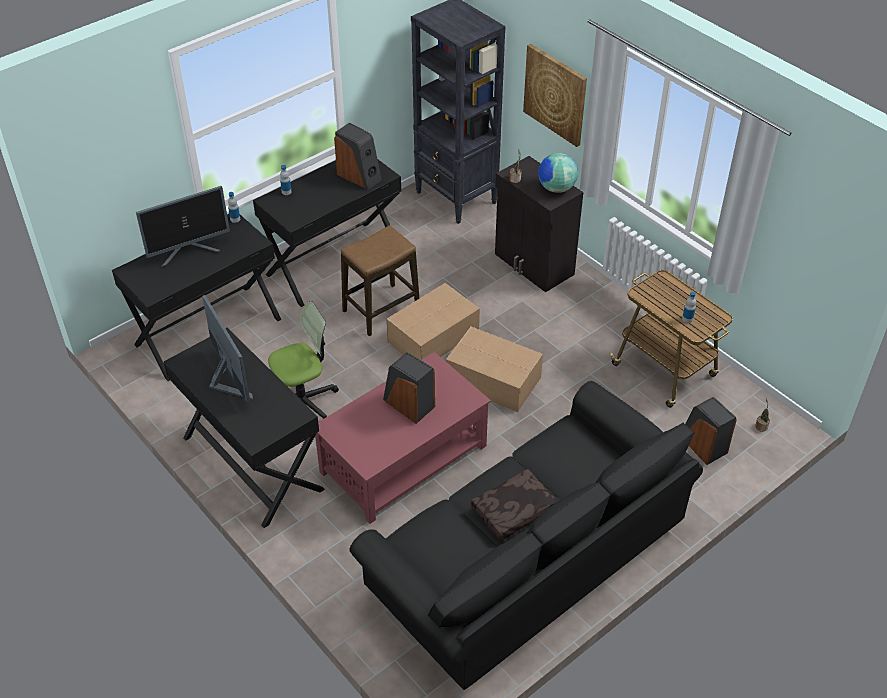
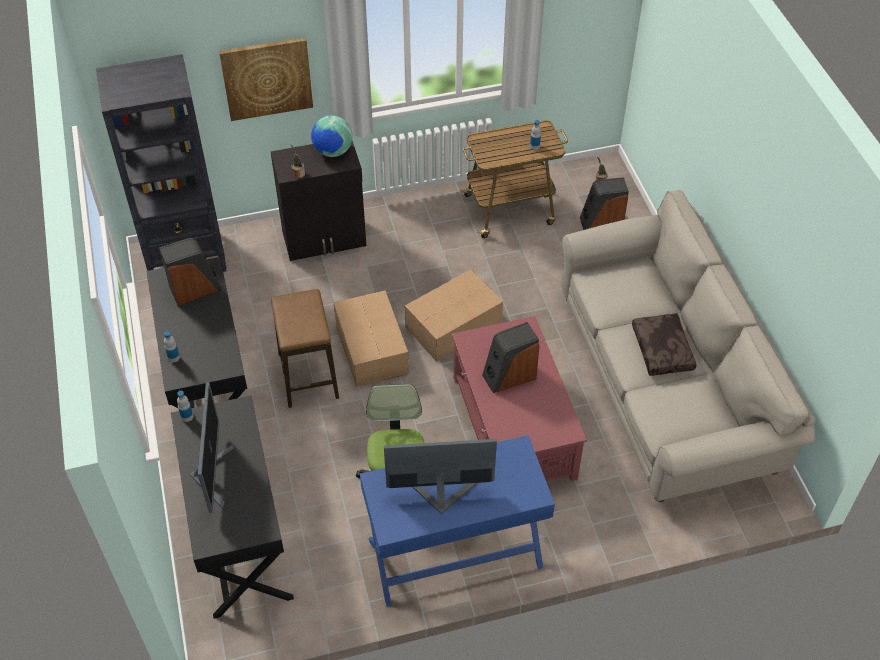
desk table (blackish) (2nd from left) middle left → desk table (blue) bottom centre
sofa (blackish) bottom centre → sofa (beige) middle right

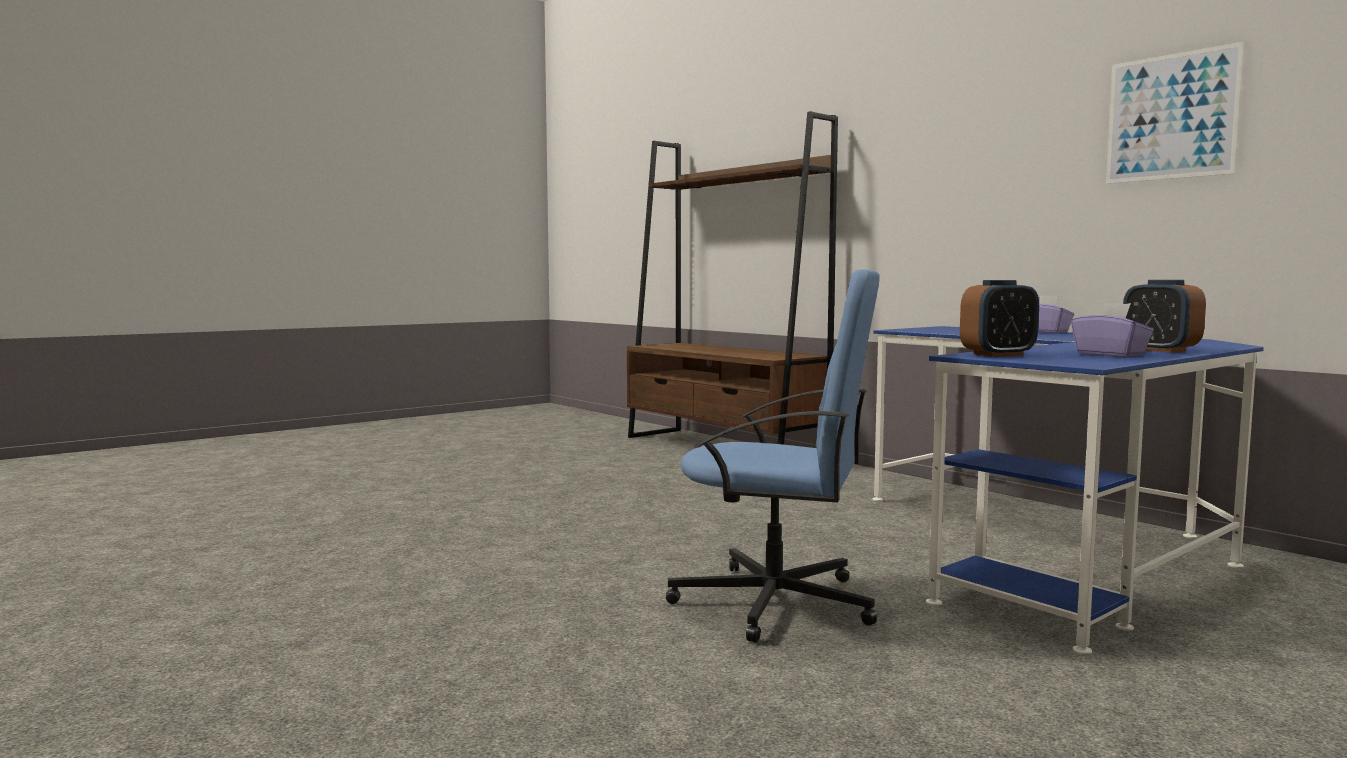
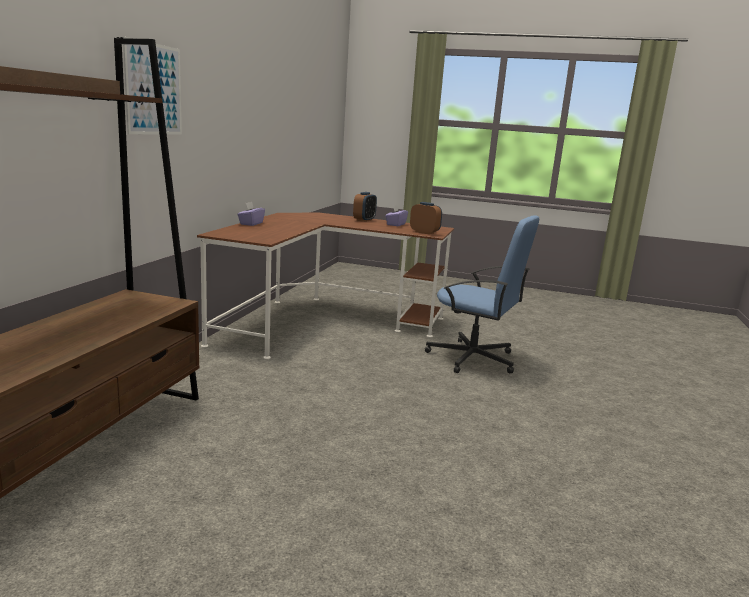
computer chair (blue) centre, 135 degrees clockwise
desk table (blue) middle right → desk table (brown) centre
wall picture top right → wall picture top left, moved

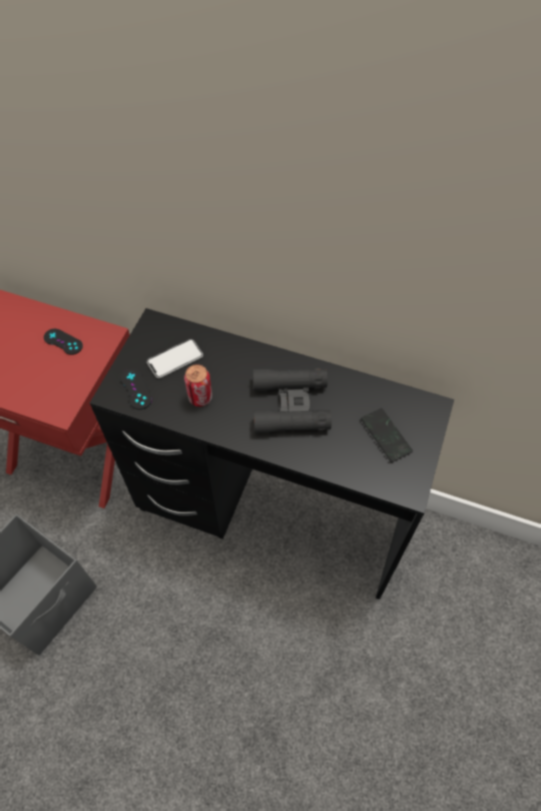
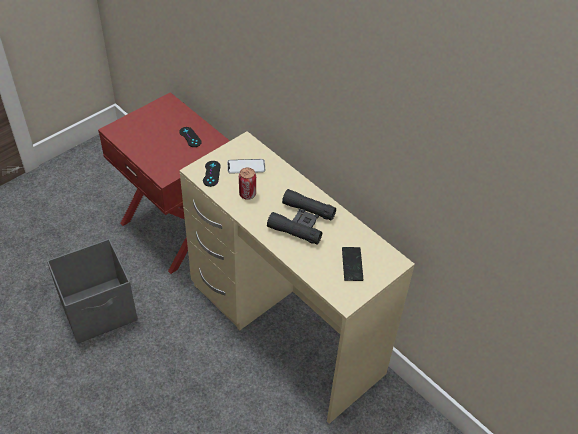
desk table (blackish) centre → desk table (beige) centre

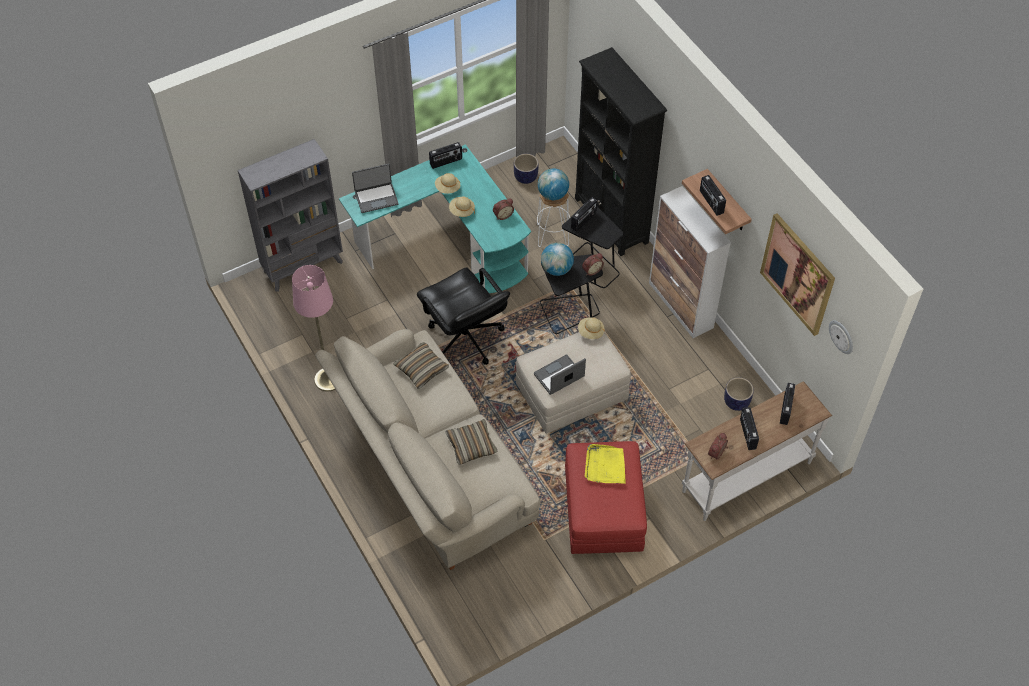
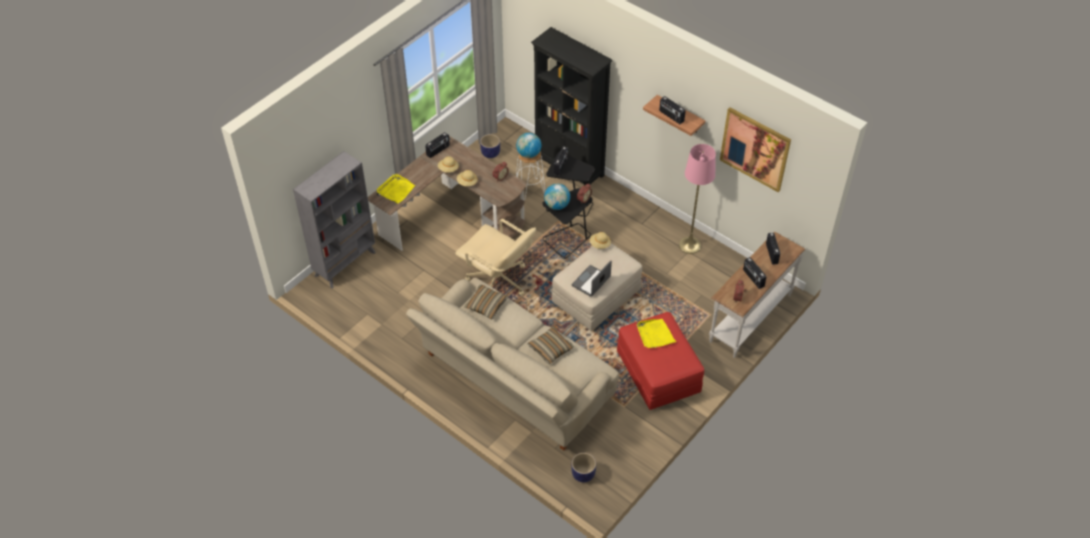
standing lamp (pink-coloured) middle left → standing lamp (pink-coloured) centre, moved
desk table (blue-green) top centre → desk table (brown) centre
portable computer (1st from left) top centre → carrying tray (yellow) (1st from left) centre
computer chair (blackish) centre → computer chair (beige) centre
storage cabinet middle right → -
flower pot (2nd from left) middle right → flower pot (2nd from left) bottom centre, moved
hanging clock middle right → -

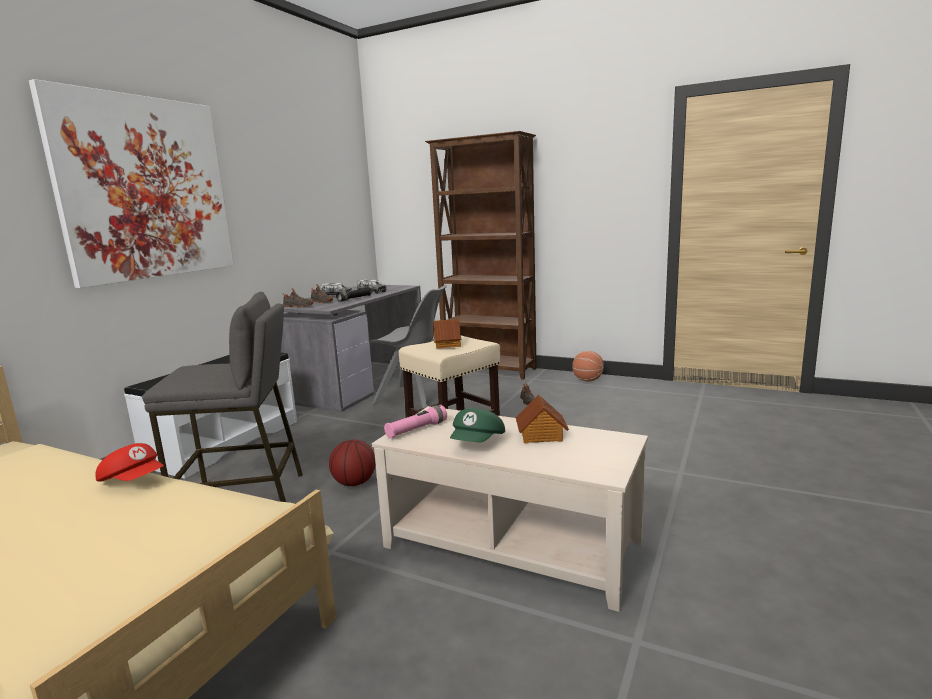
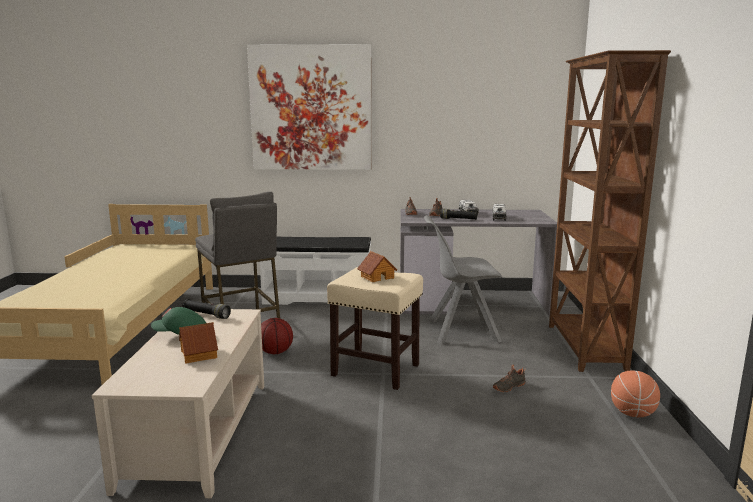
peaked cap (red-coloured) middle left → -
upright chair (gray) centre, 90 degrees clockwise
hand torch (pink-coloured) centre → hand torch (blackish) (1st from left) middle left

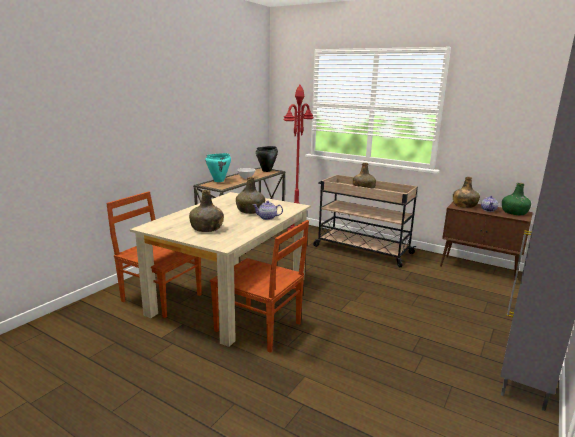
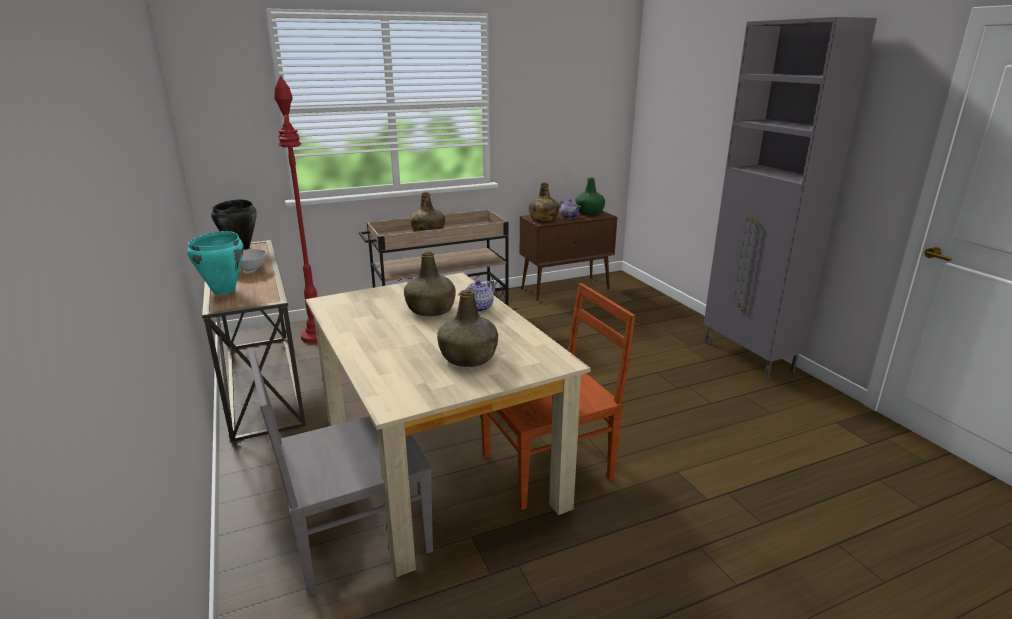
upright chair (brown) (1st from left) middle left → upright chair (gray) bottom centre

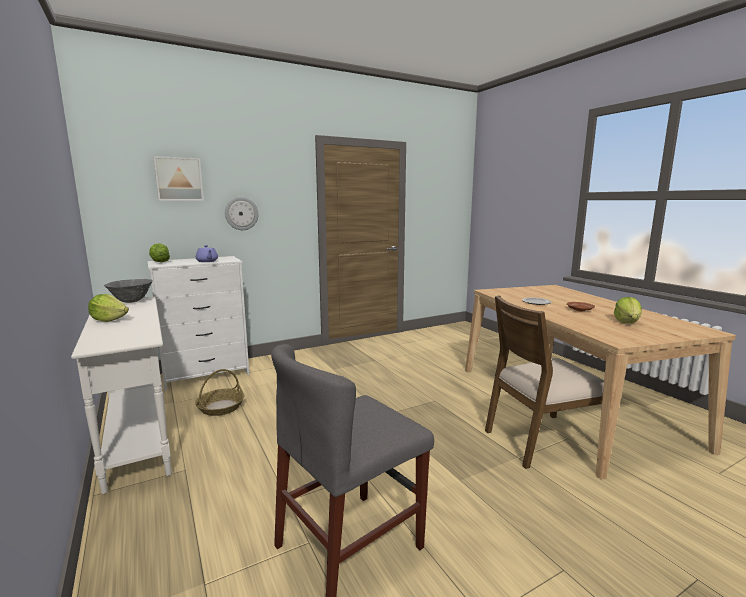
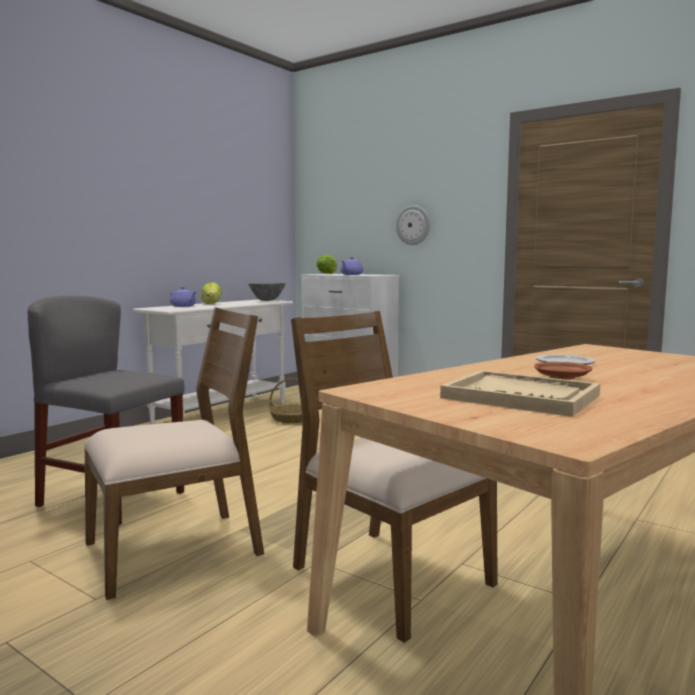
wall picture top left → -
head of lettuce (3rd from left) middle right → carrying tray (beige) middle right
- → upright chair (brown) (1st from left) middle left
- → pot for tea (purplish) (1st from left) middle left

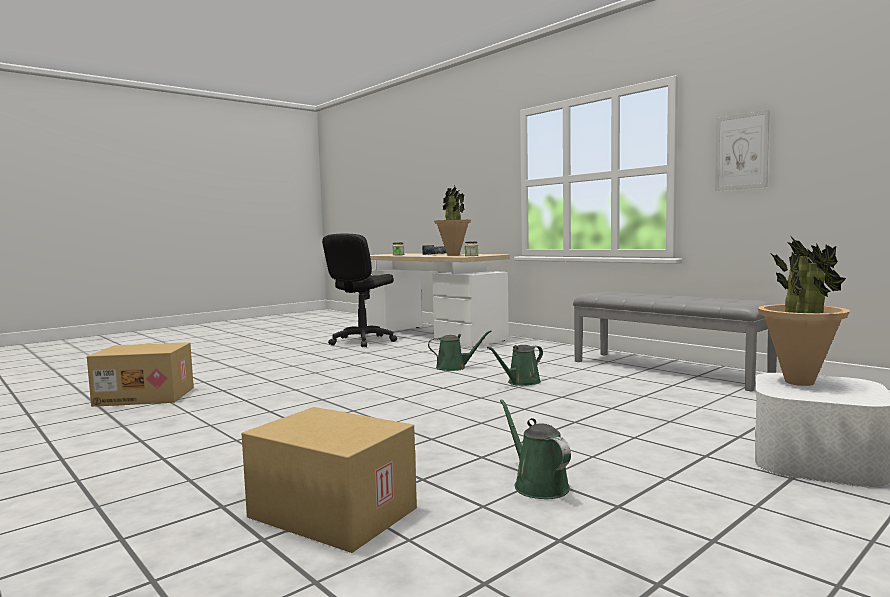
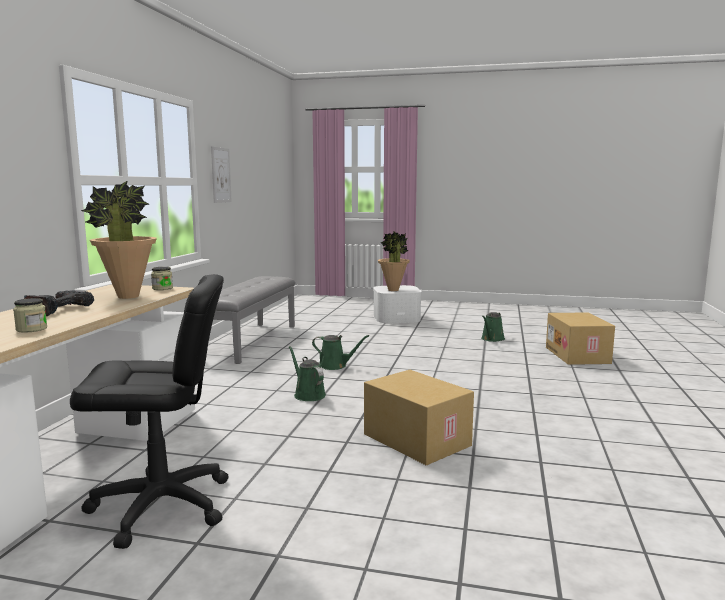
packing box (1st from left) middle left → packing box (1st from left) bottom centre, moved

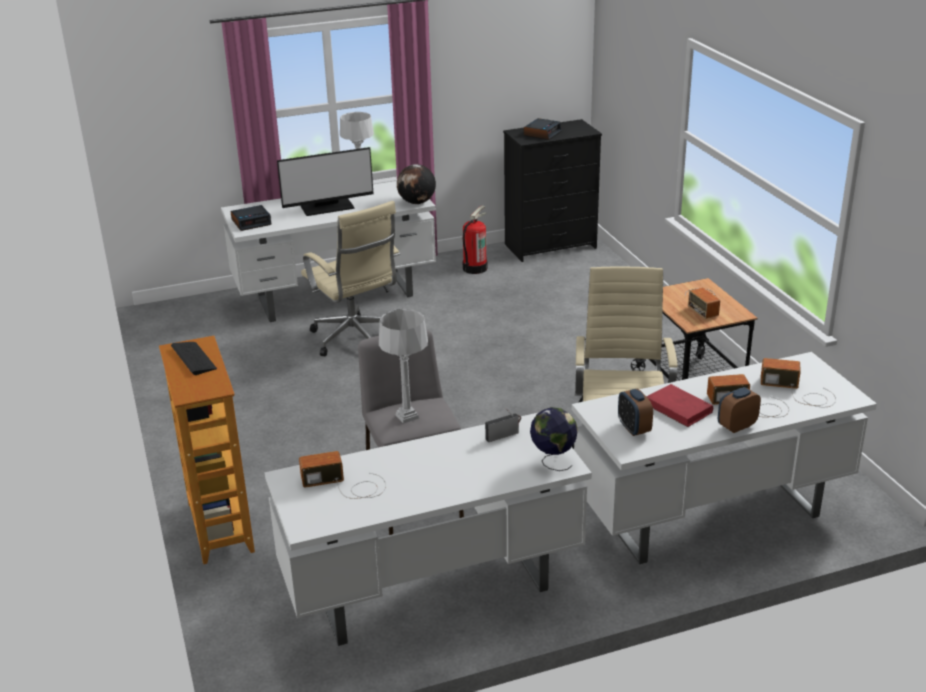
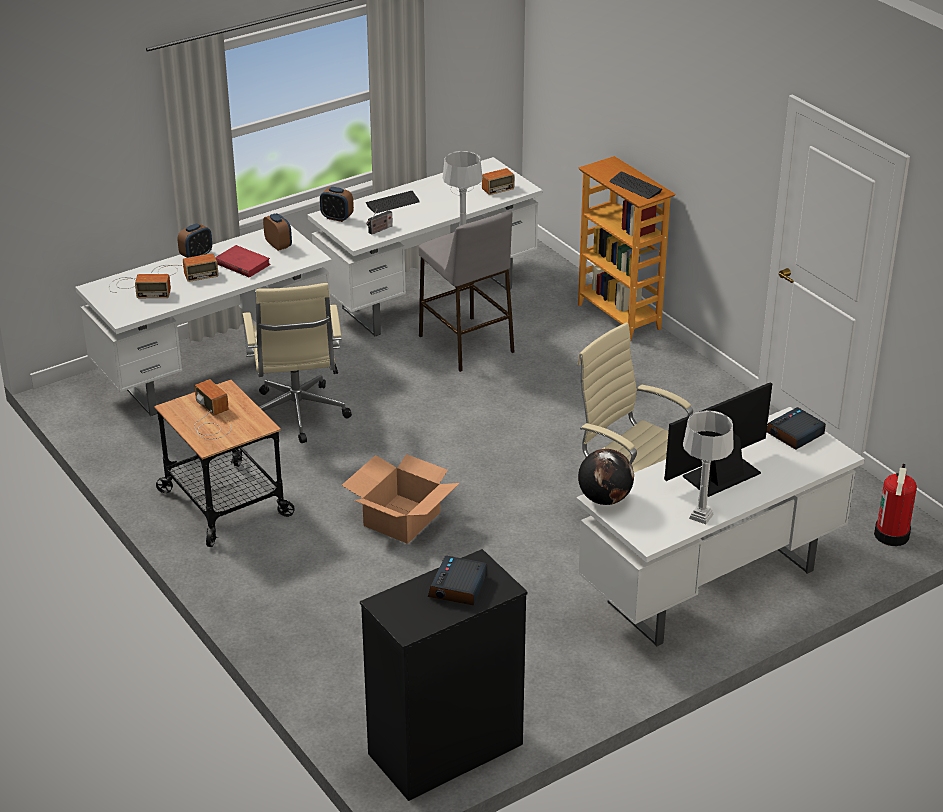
extinguisher centre → extinguisher middle right, moved
globe (2nd from left) centre → table clock (3rd from left) top centre
- → packing box centre
- → keyboard (1st from left) top centre

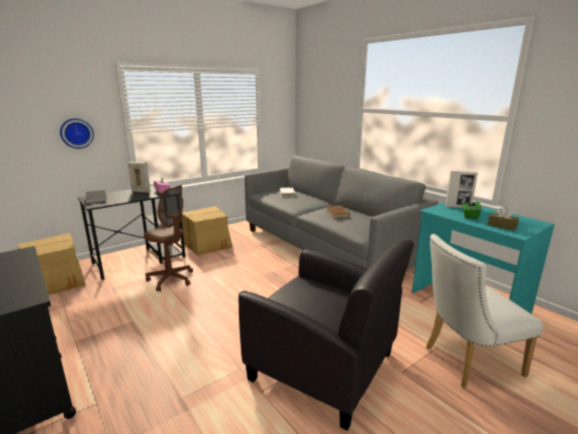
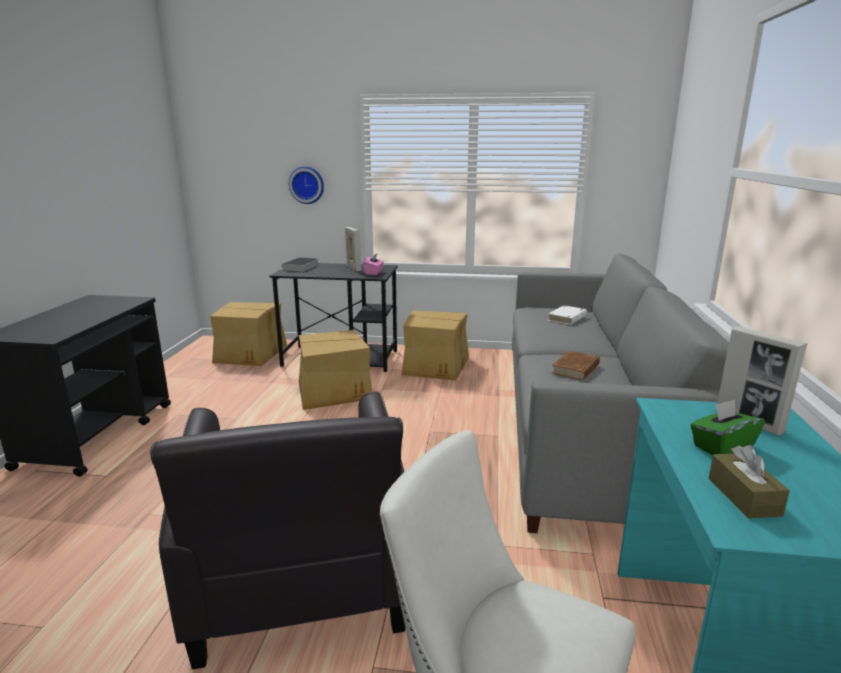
computer chair (brown) middle left → packing box (2nd from left) centre

